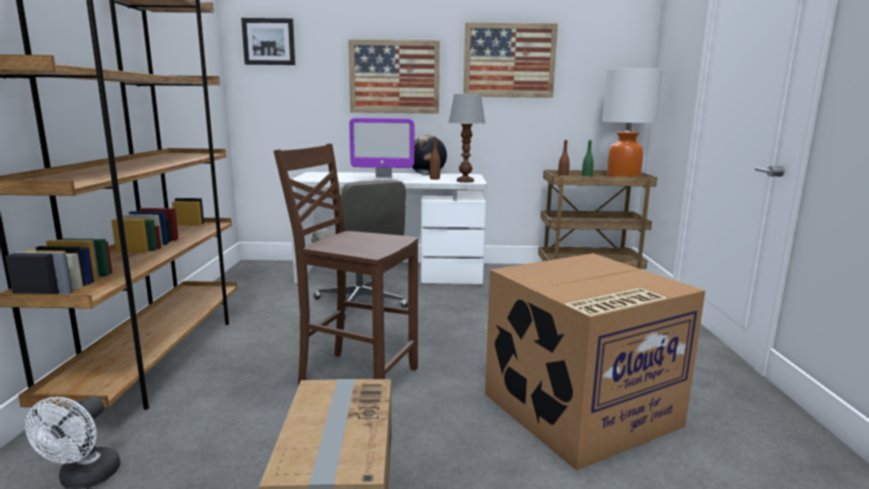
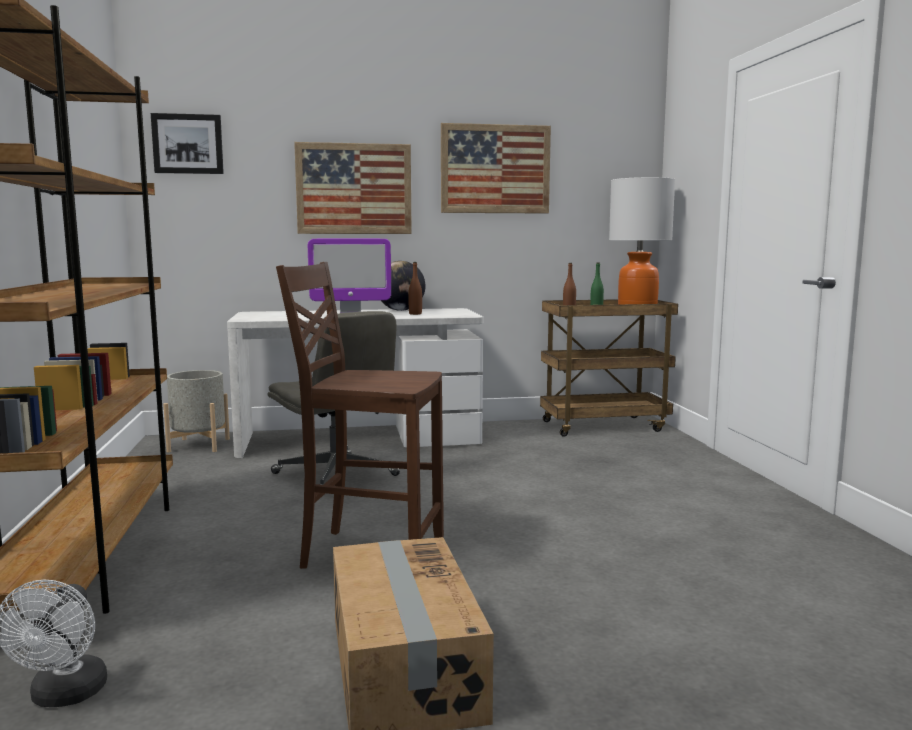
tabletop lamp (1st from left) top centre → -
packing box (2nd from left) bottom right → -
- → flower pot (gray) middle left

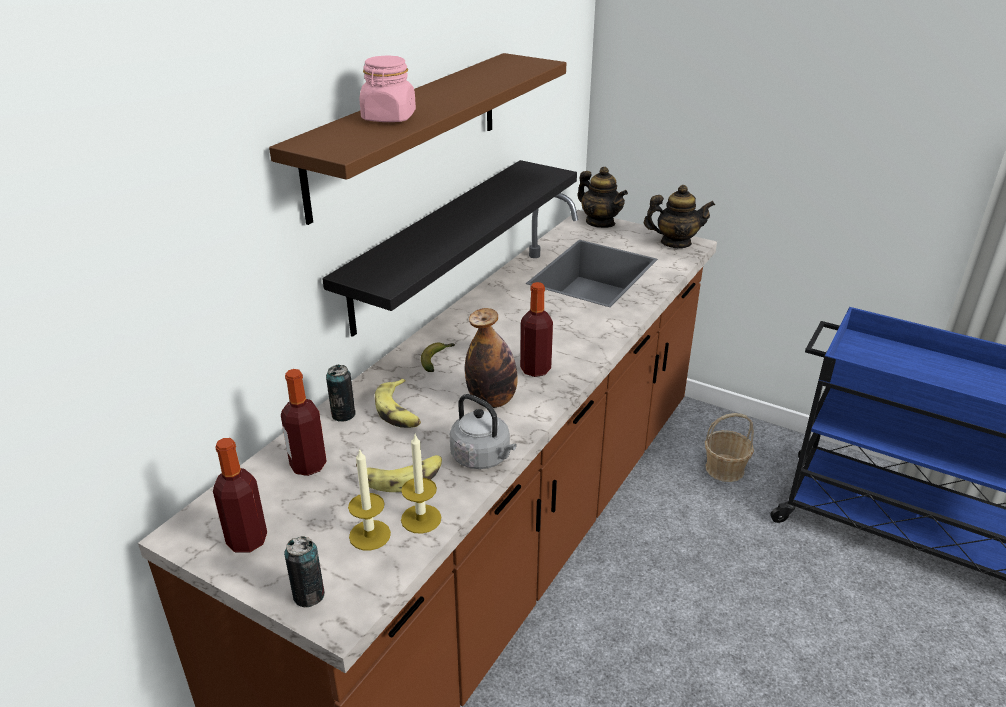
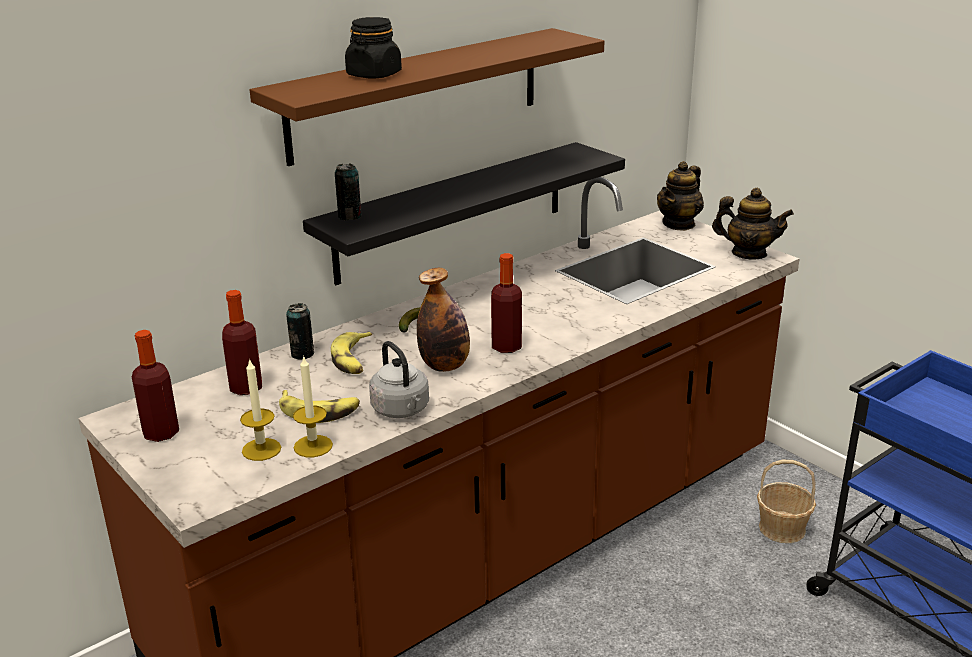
metal can (1st from left in the first image) bottom left → metal can (2nd from left) top centre, moved
jar (pink-coloured) top centre → jar (blackish) top centre
pot for tea (1st from left) top centre → pot for tea (1st from left) top right, 60 degrees clockwise

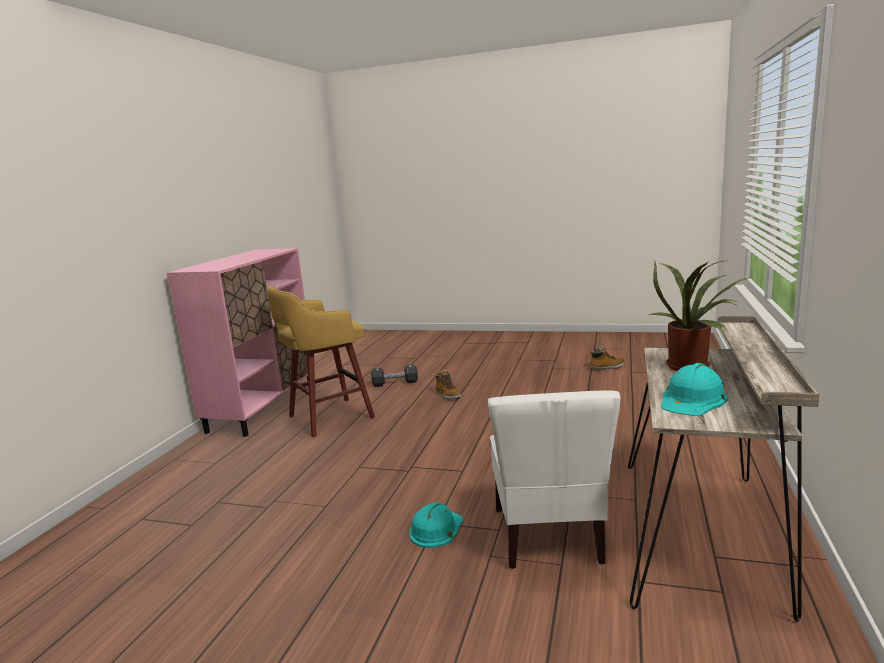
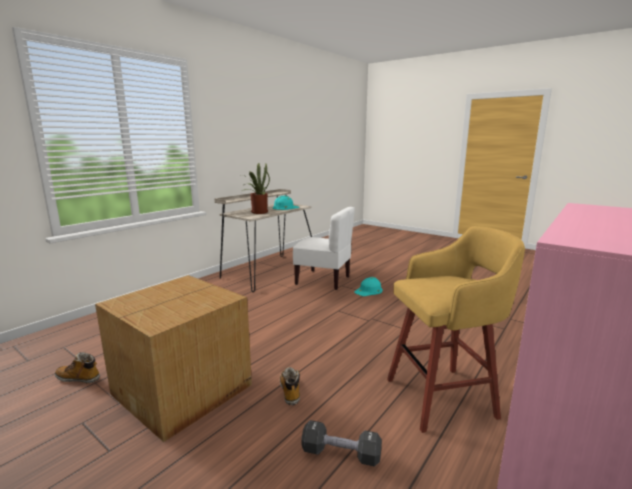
upright chair (white-coloured) bottom centre → upright chair (white-coloured) centre, 90 degrees clockwise
- → packing box bottom left

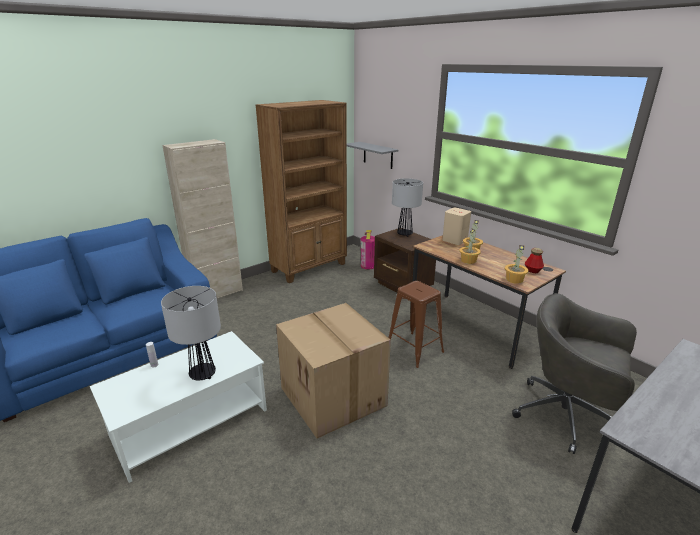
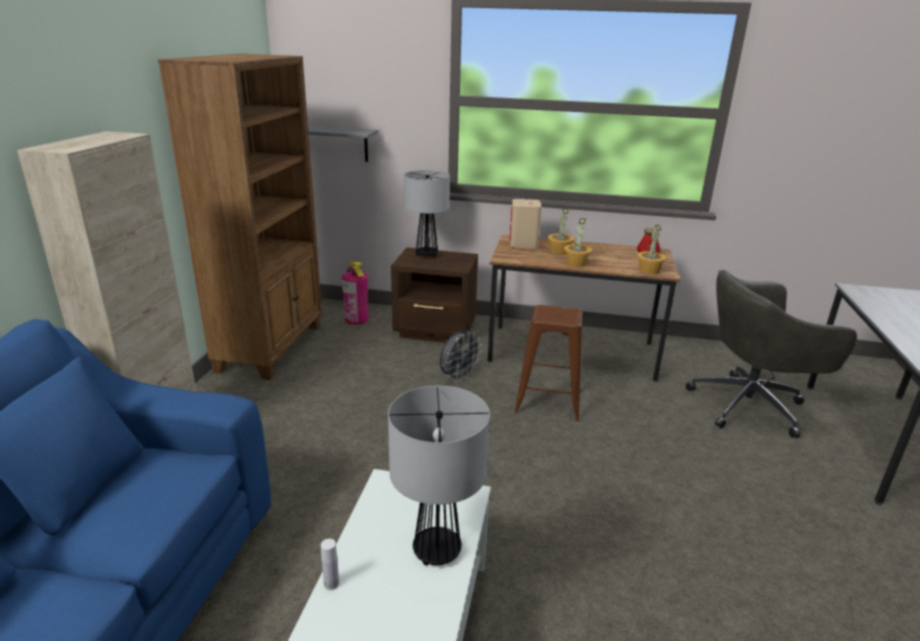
packing box bottom centre → -
- → fan (gray) centre

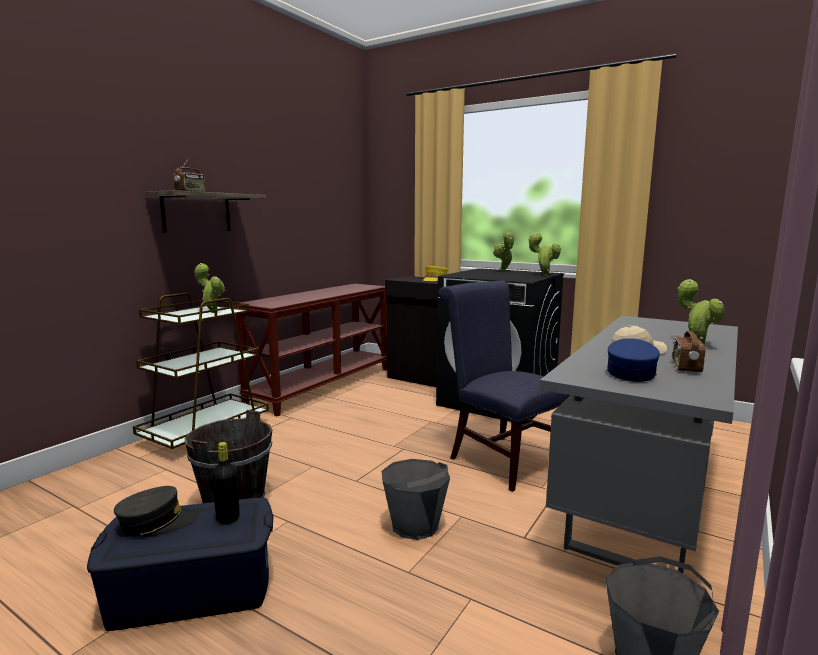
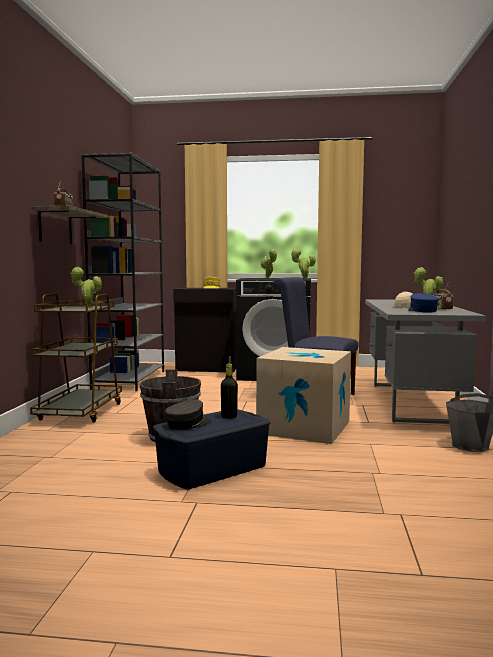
narrow table (brown) centre → bookshelf (gray) middle left
bucket (gray) (1st from left) bottom centre → packing box centre

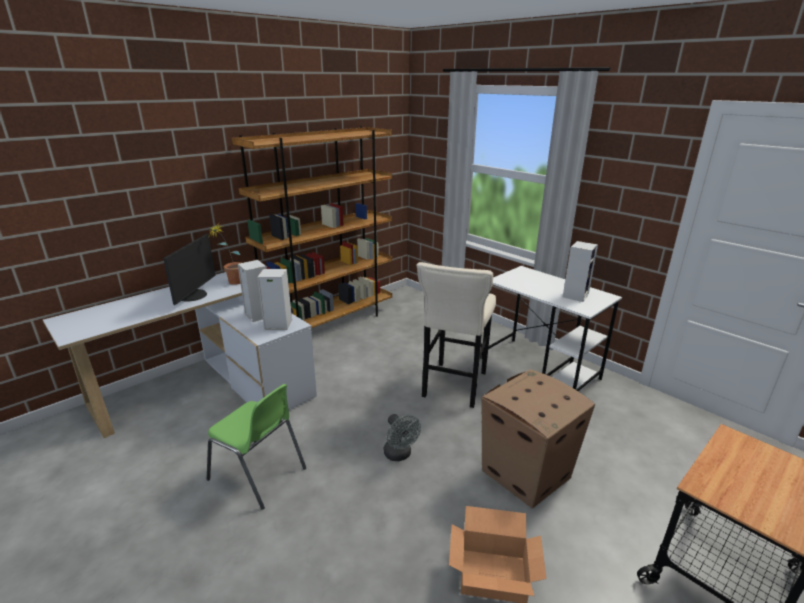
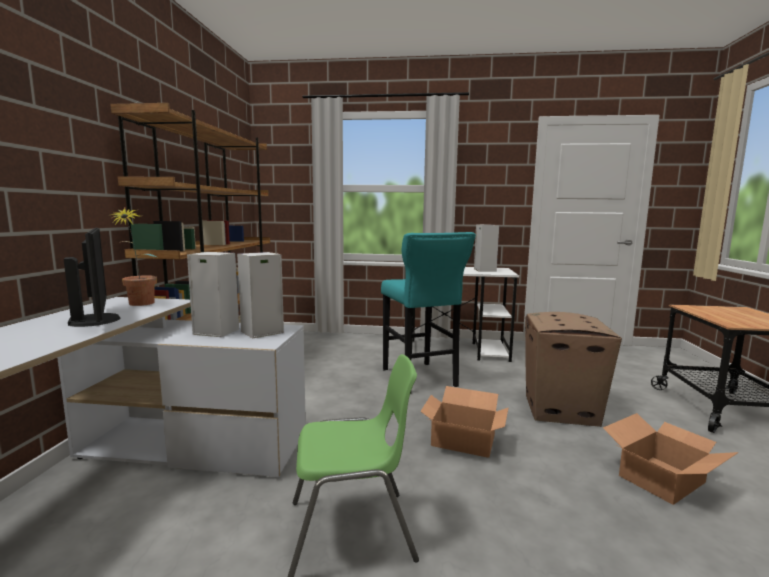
fan (gray) bottom centre → packing box (1st from left) bottom centre
stool (beige) centre → stool (blue-green) centre

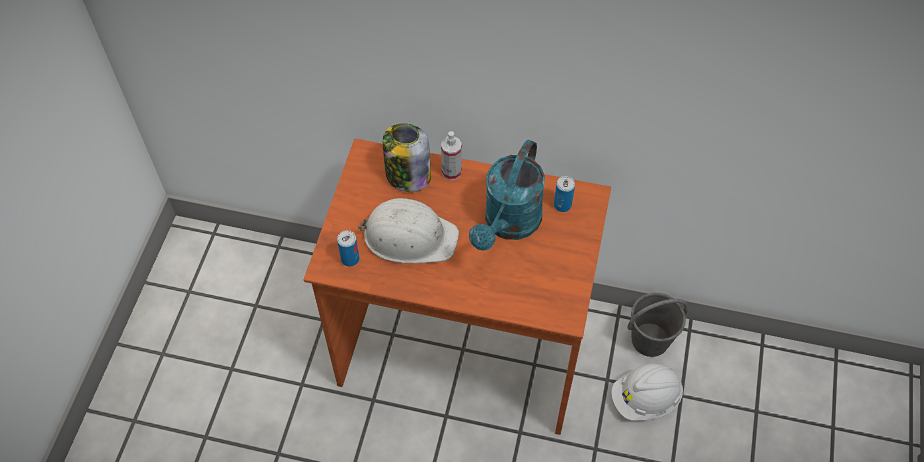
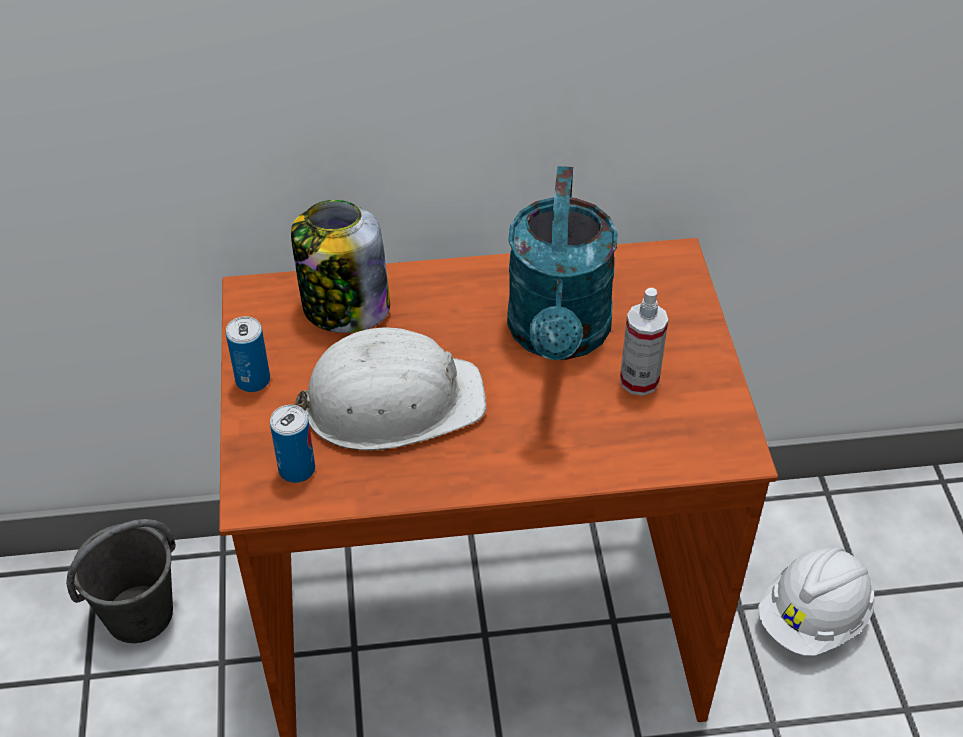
hand sprayer centre → hand sprayer middle right, moved
metal can (2nd from left in the first image) centre → metal can (1st from left) middle left, moved
bucket (gray) bottom right → bucket (gray) bottom left, moved

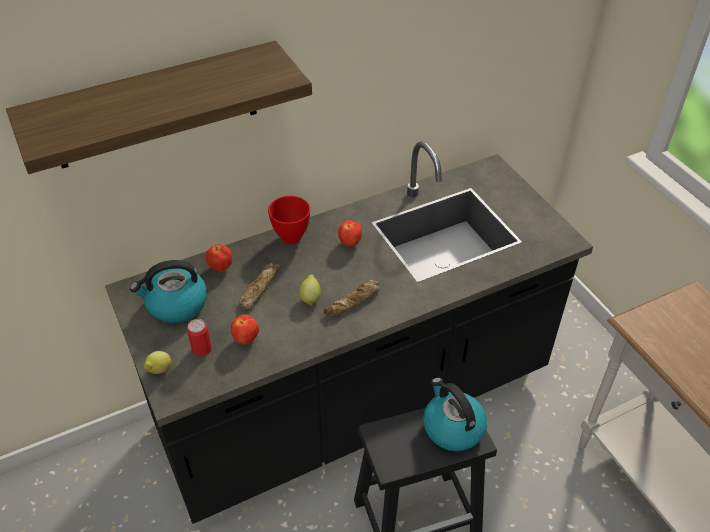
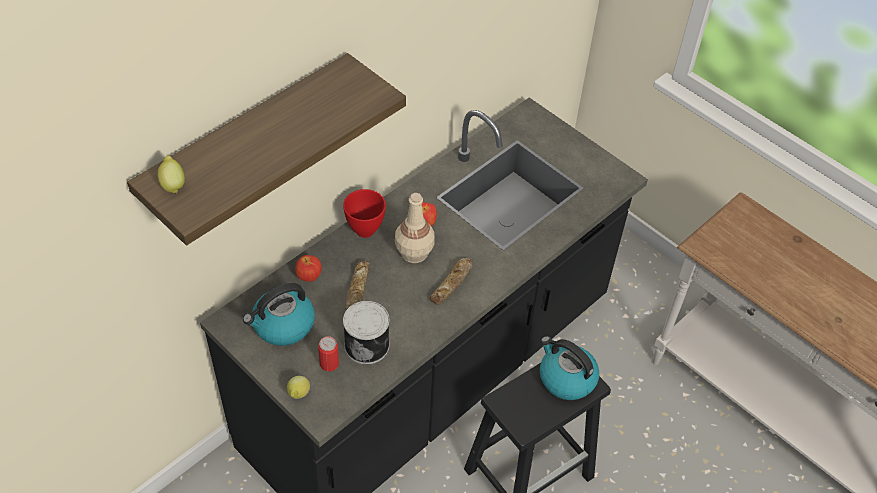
apple (2nd from left) centre → metal can (2nd from left) bottom centre
lemon (2nd from left in the first image) centre → lemon (1st from left) middle left, moved
- → drink bottle (beige) centre

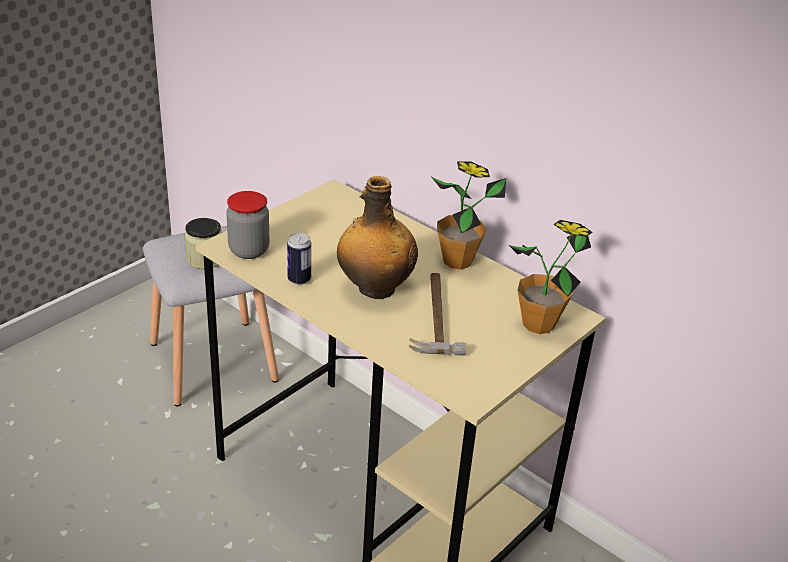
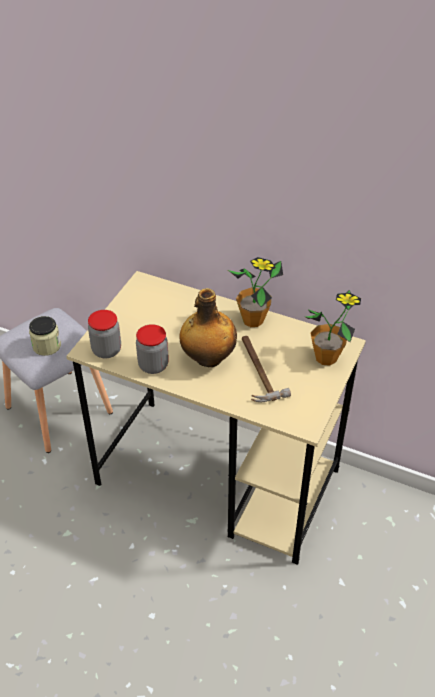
metal can centre → jar (3rd from left) centre

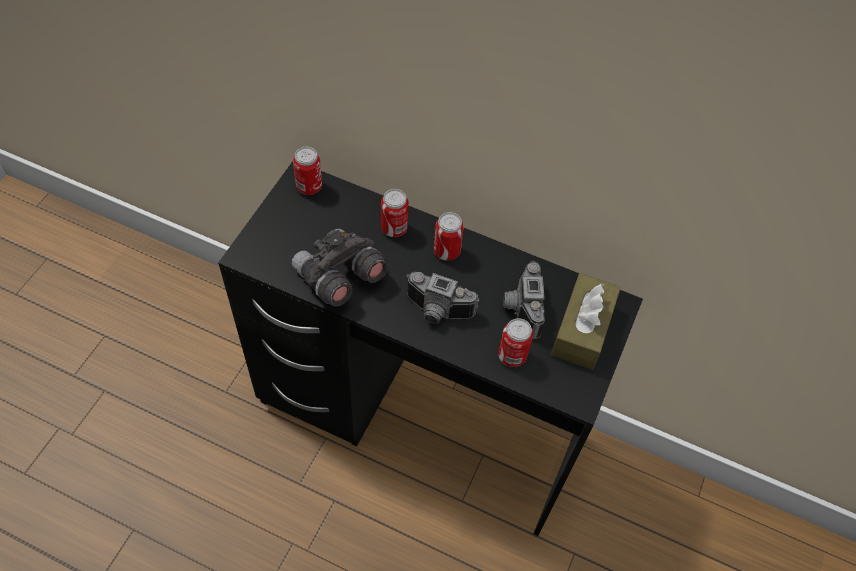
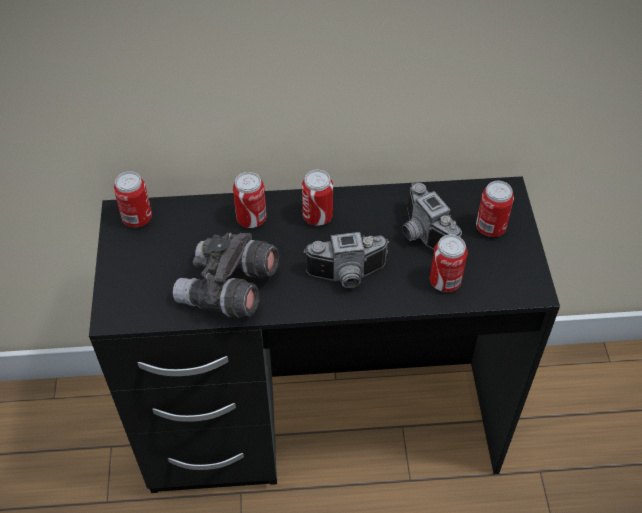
box of tissues (brown) middle right → metal can (5th from left) middle right

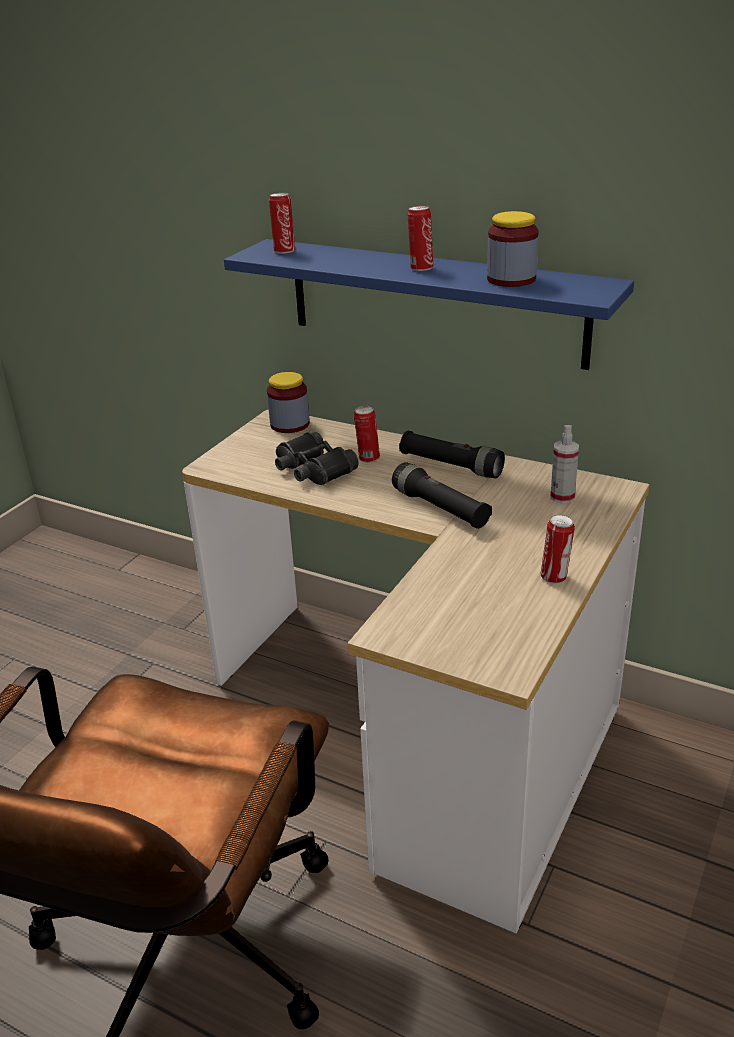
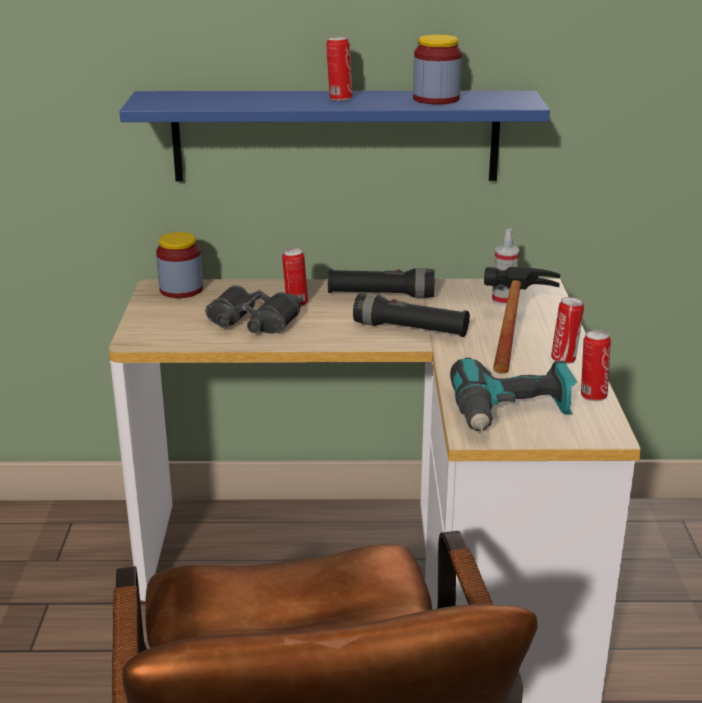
metal can (1st from left in the first image) top centre → metal can (4th from left) middle right, moved
- → electric drill middle right
- → hand hammer middle right

